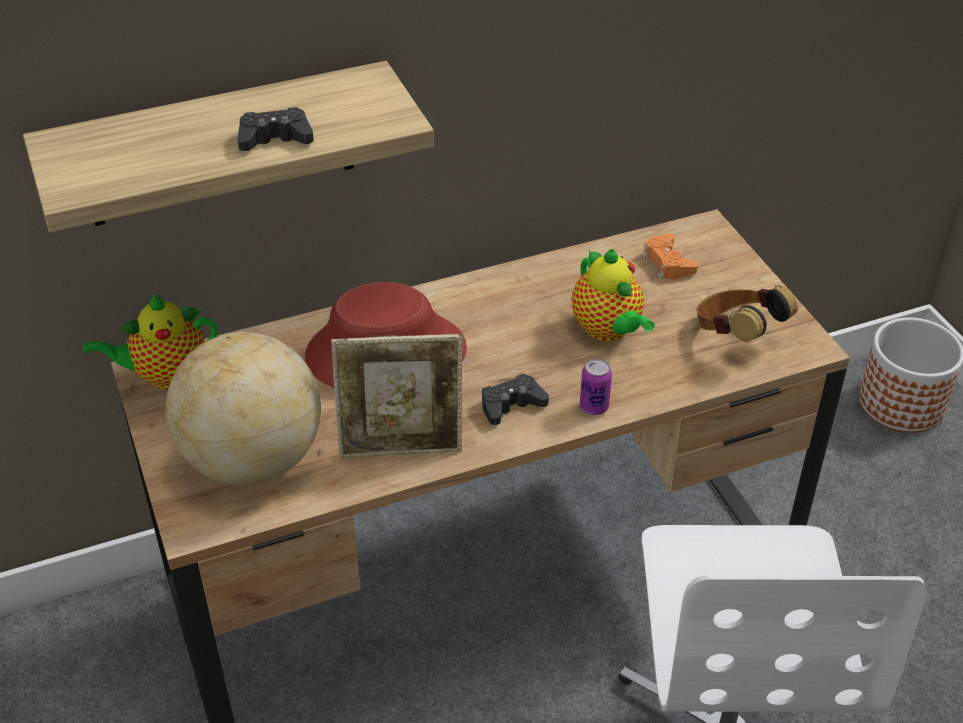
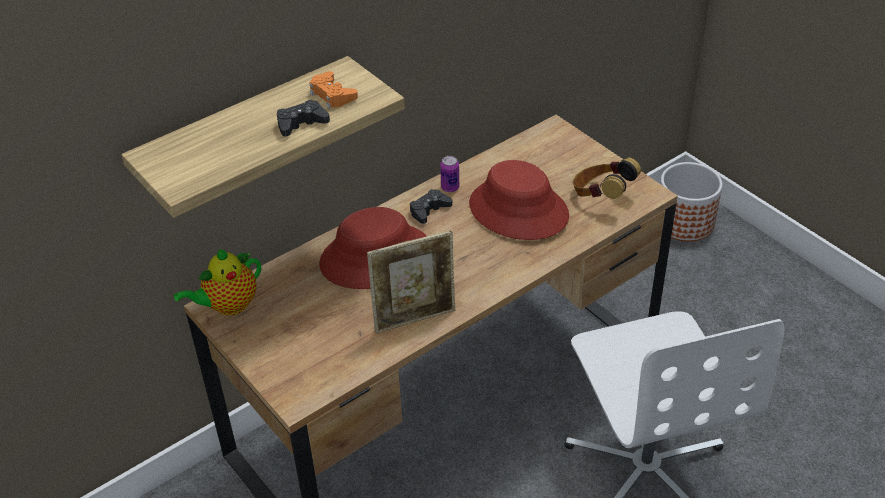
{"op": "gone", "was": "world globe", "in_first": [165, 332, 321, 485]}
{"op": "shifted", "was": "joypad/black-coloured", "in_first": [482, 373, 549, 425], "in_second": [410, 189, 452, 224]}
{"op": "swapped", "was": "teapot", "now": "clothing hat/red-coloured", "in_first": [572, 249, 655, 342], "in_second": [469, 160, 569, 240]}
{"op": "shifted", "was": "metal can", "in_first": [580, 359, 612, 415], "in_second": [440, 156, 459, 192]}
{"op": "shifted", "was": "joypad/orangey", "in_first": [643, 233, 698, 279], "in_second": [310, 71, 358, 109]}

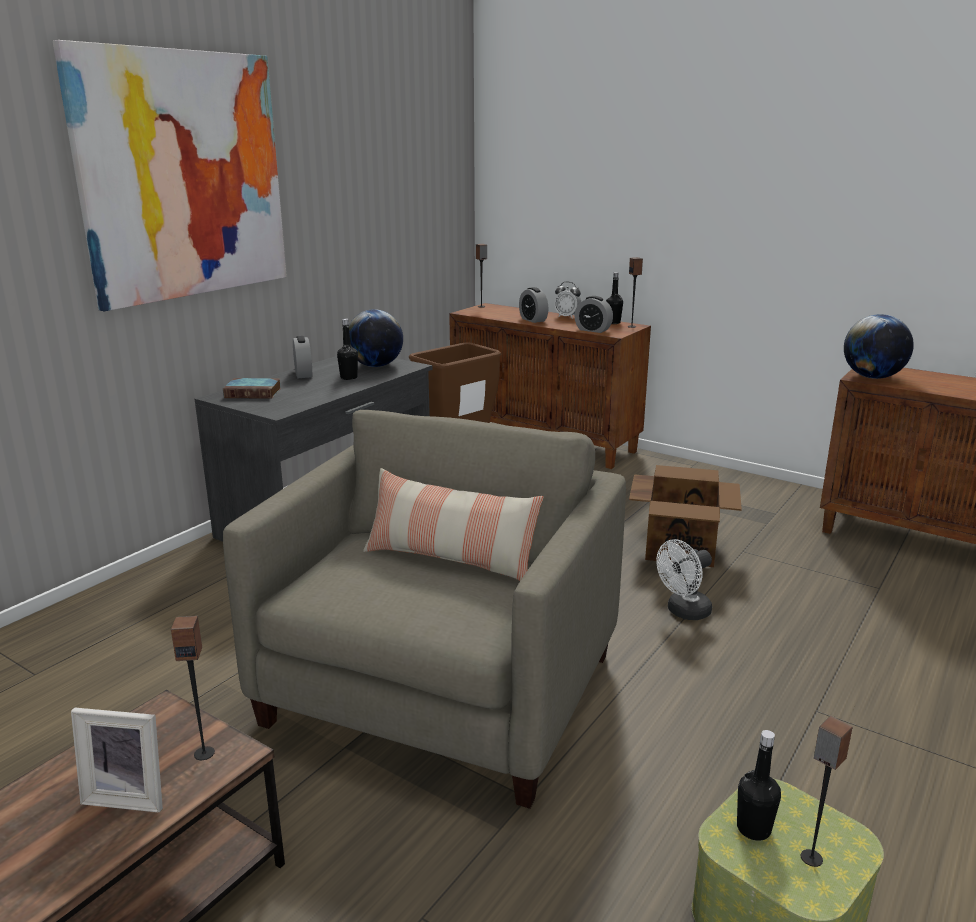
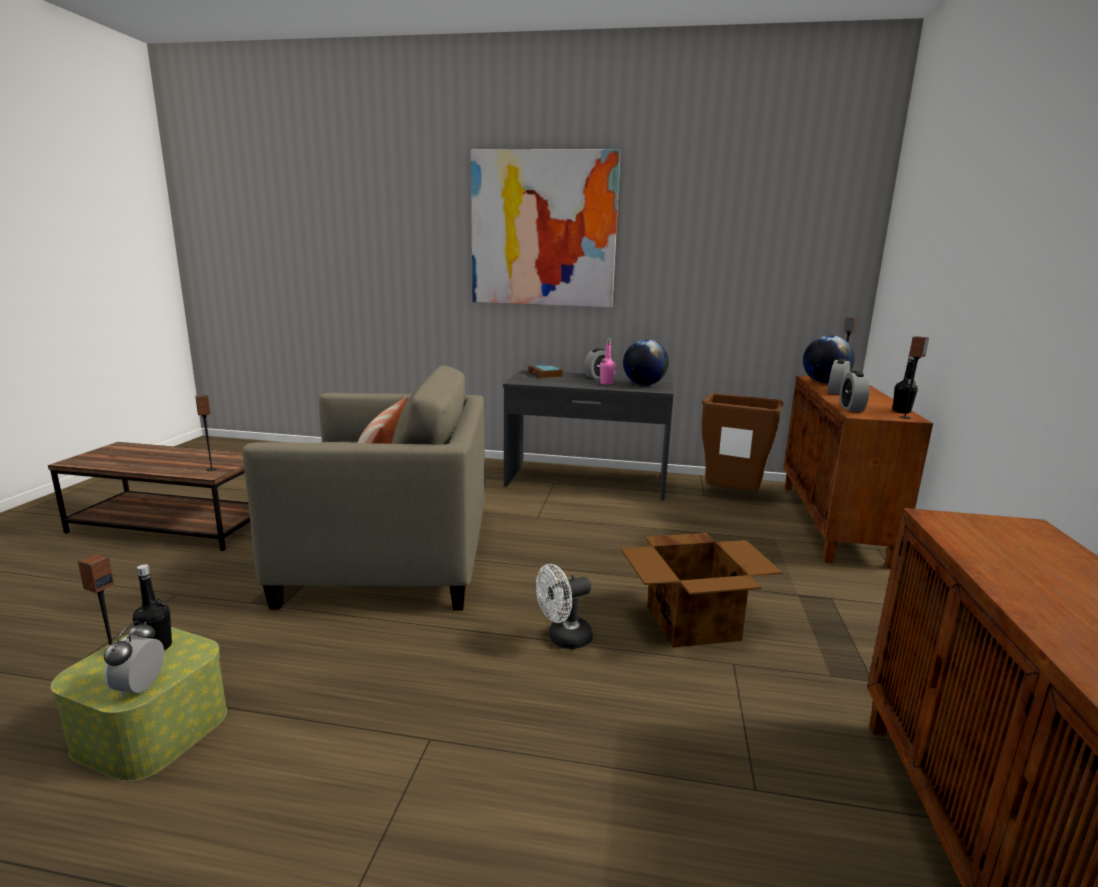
{"op": "gone", "was": "standing frame", "in_first": [71, 707, 163, 813]}
{"op": "repainted", "was": "drink bottle/black-coloured", "now": "drink bottle/pinkish", "in_first": [337, 319, 358, 380], "in_second": [600, 338, 615, 385]}
{"op": "shifted", "was": "bedside clock", "in_first": [554, 281, 581, 319], "in_second": [104, 621, 164, 698]}
{"op": "rotated", "was": "electric fan/whitish", "in_first": [656, 539, 712, 620], "in_second": [536, 564, 593, 649], "clockwise": -60}
{"op": "shifted", "was": "world globe", "in_first": [844, 314, 914, 379], "in_second": [803, 335, 855, 383]}

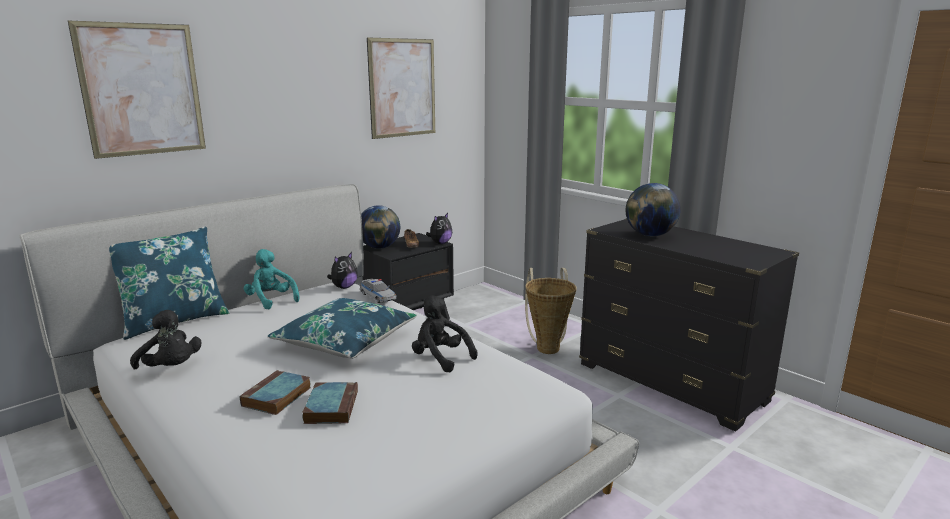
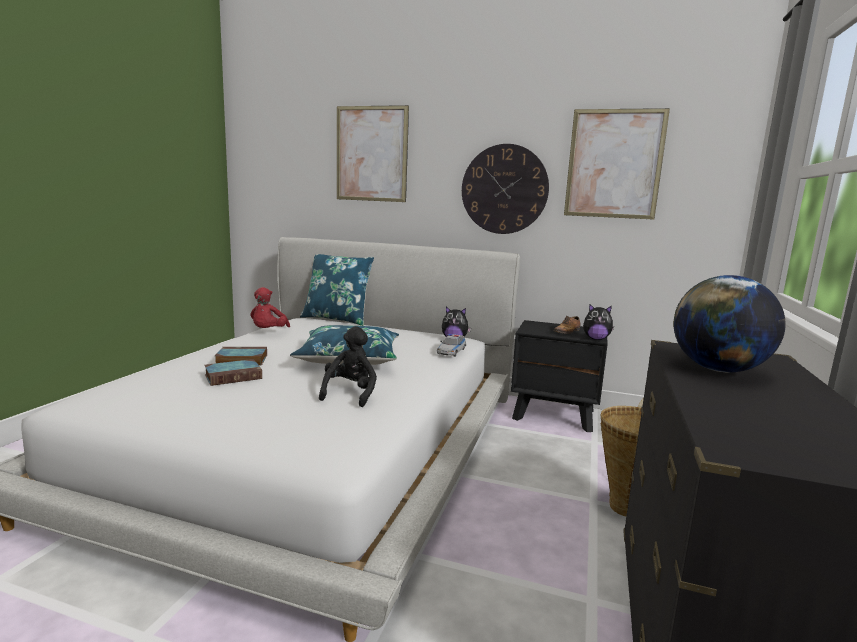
{"op": "repainted", "was": "cuddly toy/black-coloured", "now": "cuddly toy/red-coloured", "in_first": [130, 310, 202, 370], "in_second": [250, 287, 290, 328]}
{"op": "gone", "was": "cuddly toy/turquoise", "in_first": [244, 249, 300, 309]}
{"op": "gone", "was": "world globe", "in_first": [361, 205, 400, 249]}
{"op": "new", "now": "wall clock", "in_second": [462, 144, 549, 234]}

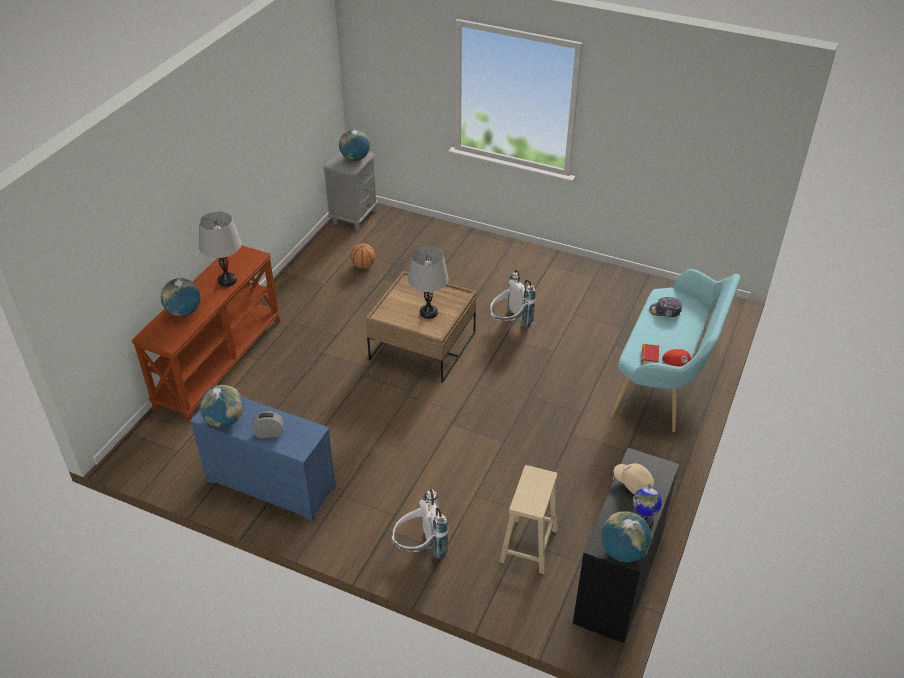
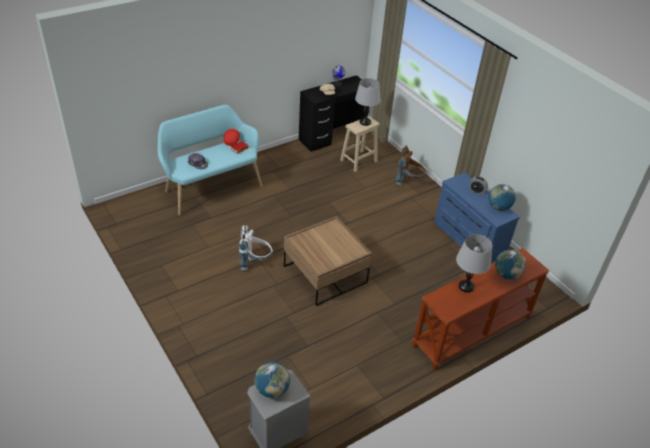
{"op": "gone", "was": "basketball", "in_first": [350, 244, 376, 269]}
{"op": "repainted", "was": "backpack/whitish", "now": "backpack/brown-coloured", "in_first": [391, 489, 448, 559], "in_second": [395, 145, 426, 185]}
{"op": "shifted", "was": "tabletop lamp/gray", "in_first": [408, 246, 449, 319], "in_second": [355, 78, 381, 126]}
{"op": "gone", "was": "world globe", "in_first": [601, 511, 652, 562]}

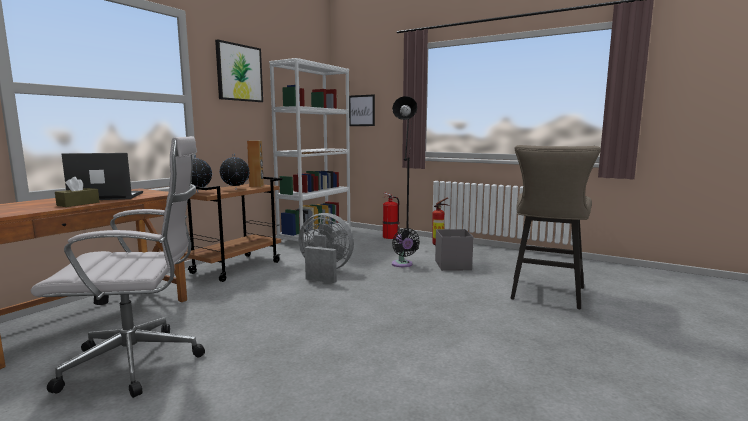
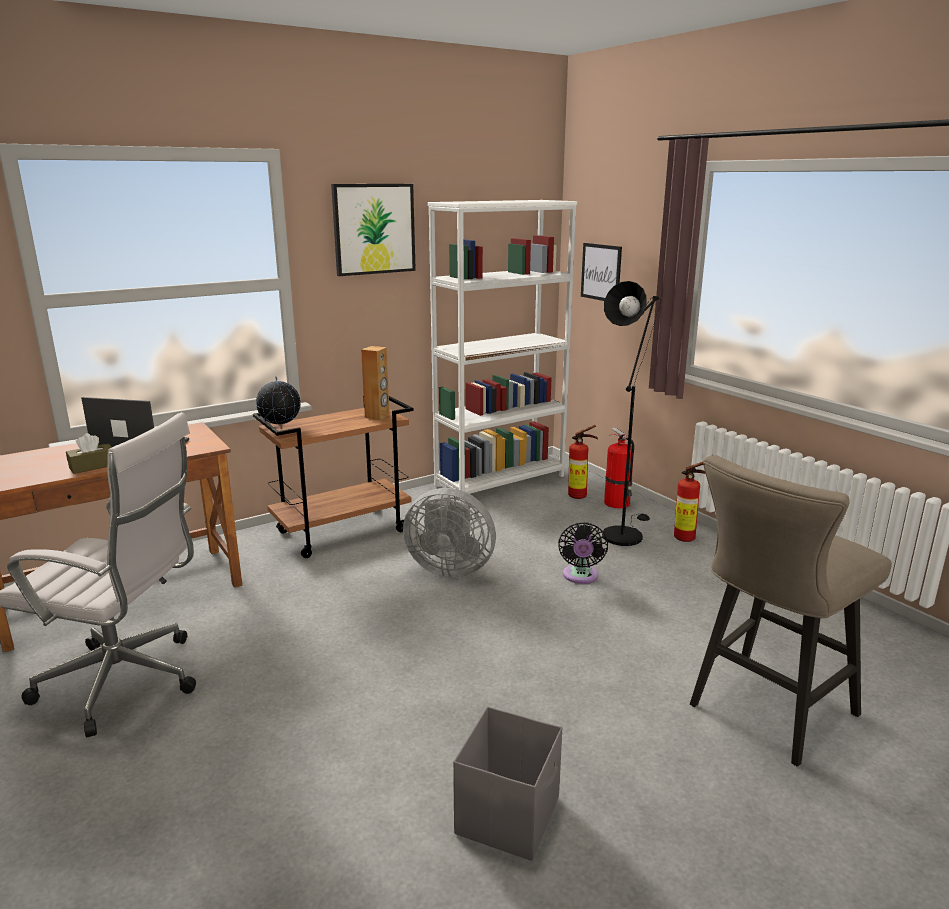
{"op": "gone", "was": "world globe", "in_first": [220, 154, 250, 189]}
{"op": "rotated", "was": "electric fan/gray", "in_first": [298, 213, 354, 283], "in_second": [403, 488, 496, 578], "clockwise": 150}
{"op": "shifted", "was": "storage container/gray", "in_first": [435, 229, 473, 271], "in_second": [453, 707, 562, 861]}
{"op": "new", "now": "fire-fighting cylinder", "in_second": [568, 425, 598, 499]}

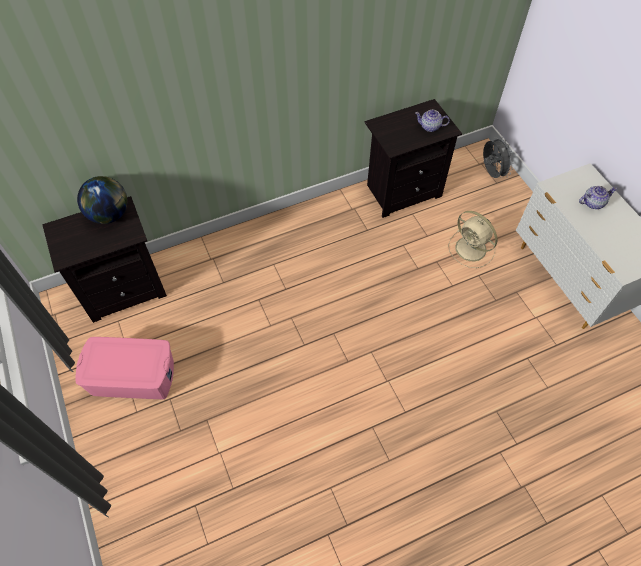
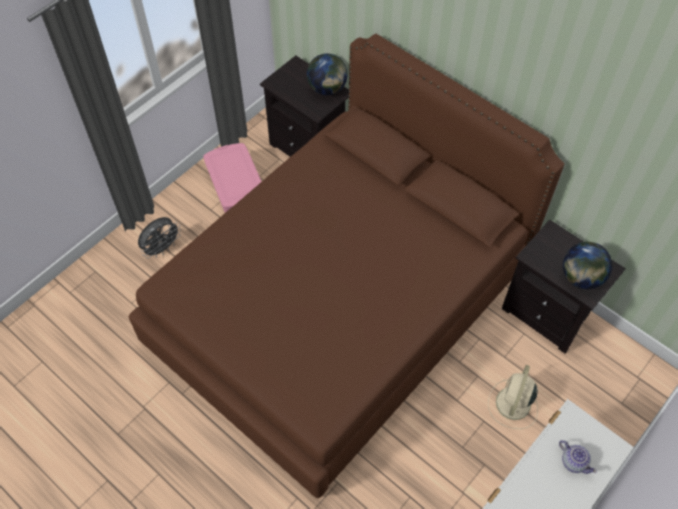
{"op": "swapped", "was": "teapot", "now": "world globe", "in_first": [415, 110, 450, 132], "in_second": [563, 242, 613, 289]}
{"op": "shifted", "was": "electric fan/gray", "in_first": [483, 137, 513, 178], "in_second": [138, 217, 181, 258]}
{"op": "new", "now": "bedroom bed/brown-coloured", "in_second": [129, 34, 564, 498]}

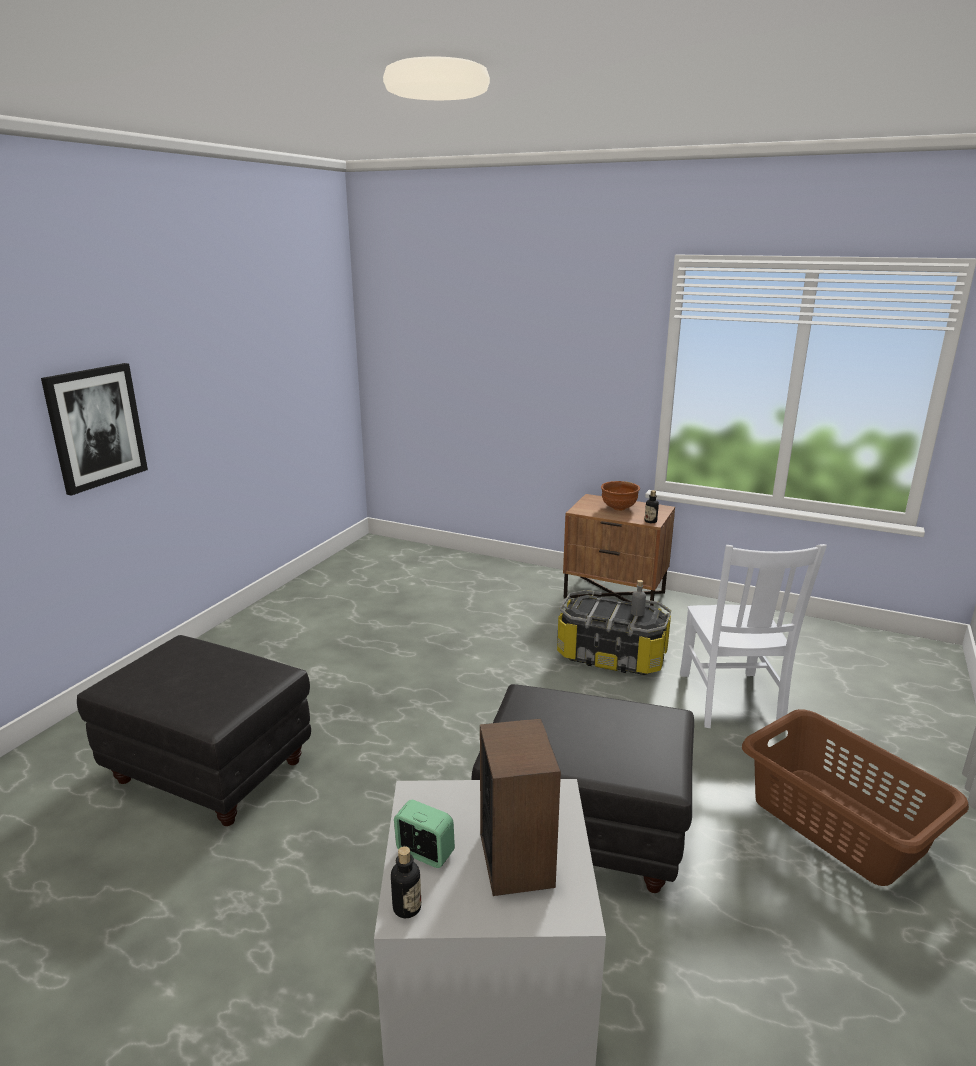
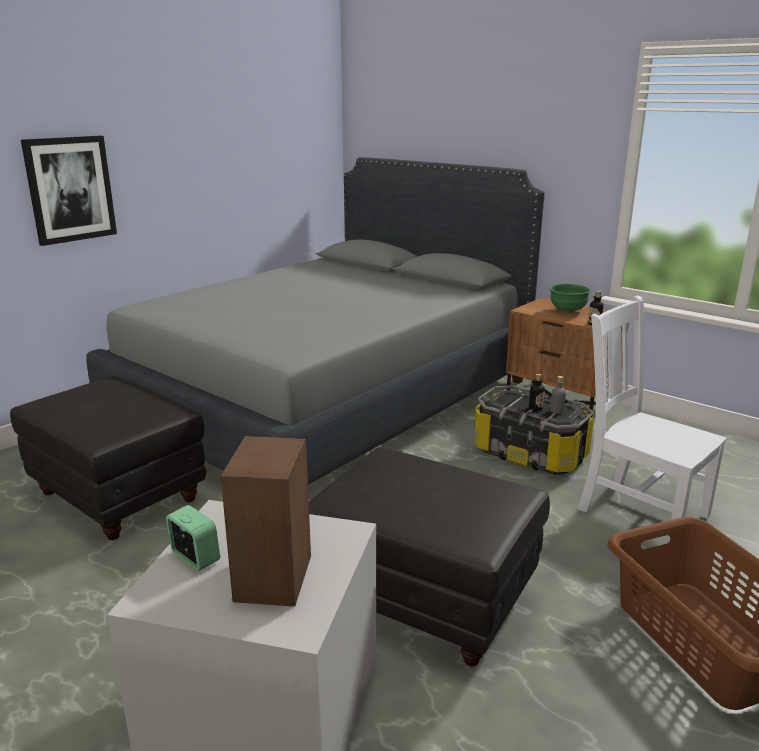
{"op": "shifted", "was": "drink bottle", "in_first": [391, 846, 421, 918], "in_second": [529, 374, 545, 411]}
{"op": "repainted", "was": "bowl/brown-coloured", "now": "bowl/greenish", "in_first": [601, 481, 640, 511], "in_second": [550, 284, 591, 313]}
{"op": "rotated", "was": "chair/whitish", "in_first": [680, 544, 827, 728], "in_second": [577, 295, 727, 541], "clockwise": 120}
{"op": "new", "now": "bedroom bed/gray", "in_second": [86, 157, 545, 485]}

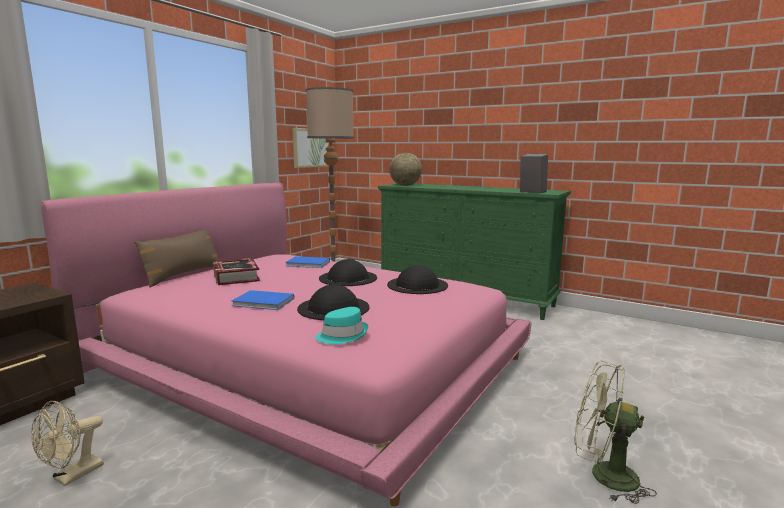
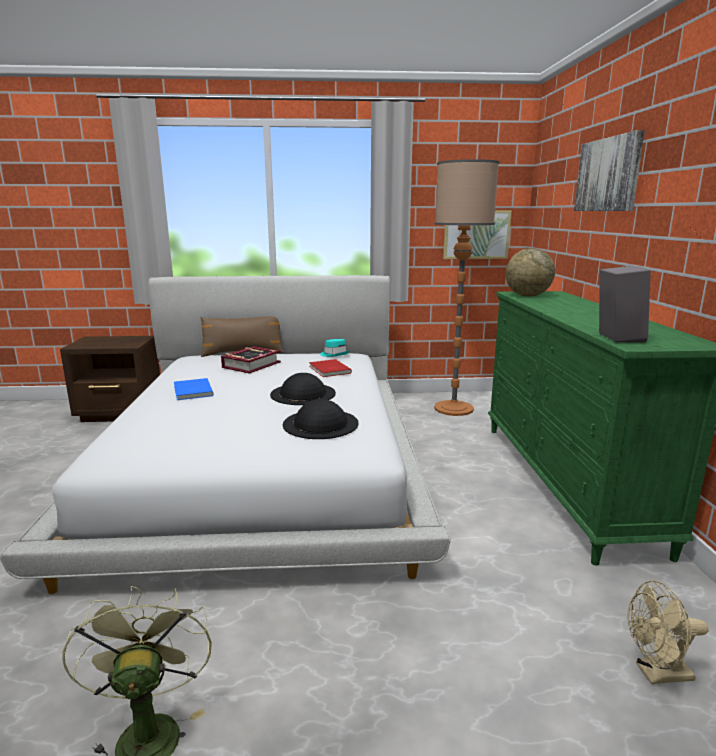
{"op": "shifted", "was": "electric fan/beige", "in_first": [31, 401, 104, 486], "in_second": [627, 580, 709, 684]}
{"op": "repainted", "was": "bedroom bed/pinkish", "now": "bedroom bed/whitish", "in_first": [41, 183, 531, 506], "in_second": [0, 275, 451, 594]}
{"op": "repainted", "was": "volume/blue", "now": "volume/red-coloured", "in_first": [285, 256, 330, 268], "in_second": [309, 359, 352, 377]}
{"op": "gone", "was": "clothing hat/black-coloured", "in_first": [297, 284, 369, 320]}
{"op": "shifted", "was": "clothing hat/turquoise", "in_first": [315, 307, 368, 344], "in_second": [320, 339, 350, 357]}
{"op": "new", "now": "wall picture", "in_second": [574, 130, 645, 211]}

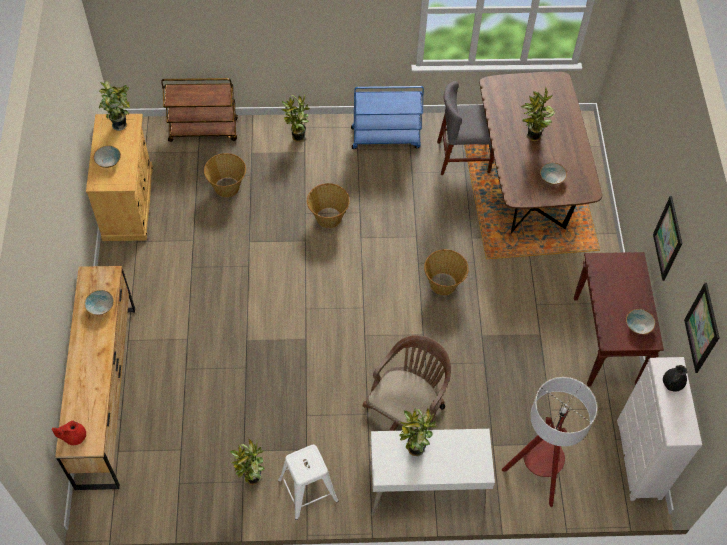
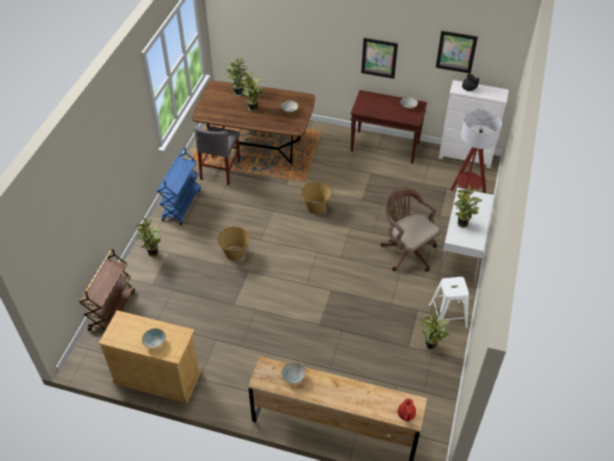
{"op": "shifted", "was": "plant in a pot", "in_first": [99, 80, 130, 131], "in_second": [225, 58, 247, 96]}
{"op": "gone", "was": "household basket", "in_first": [204, 153, 246, 197]}

